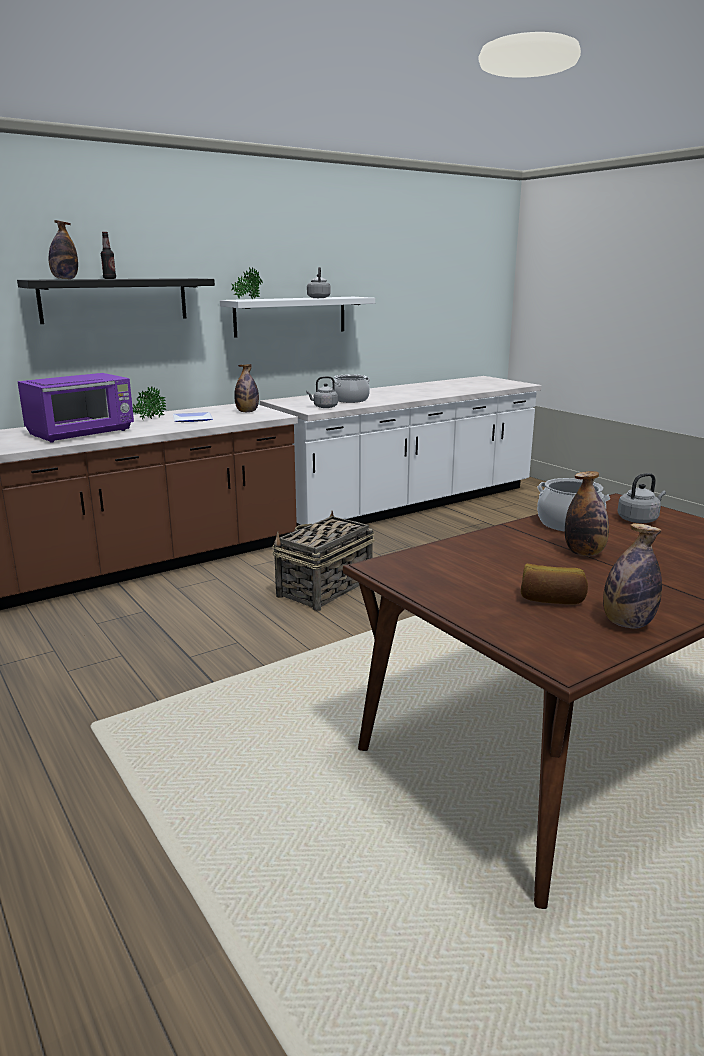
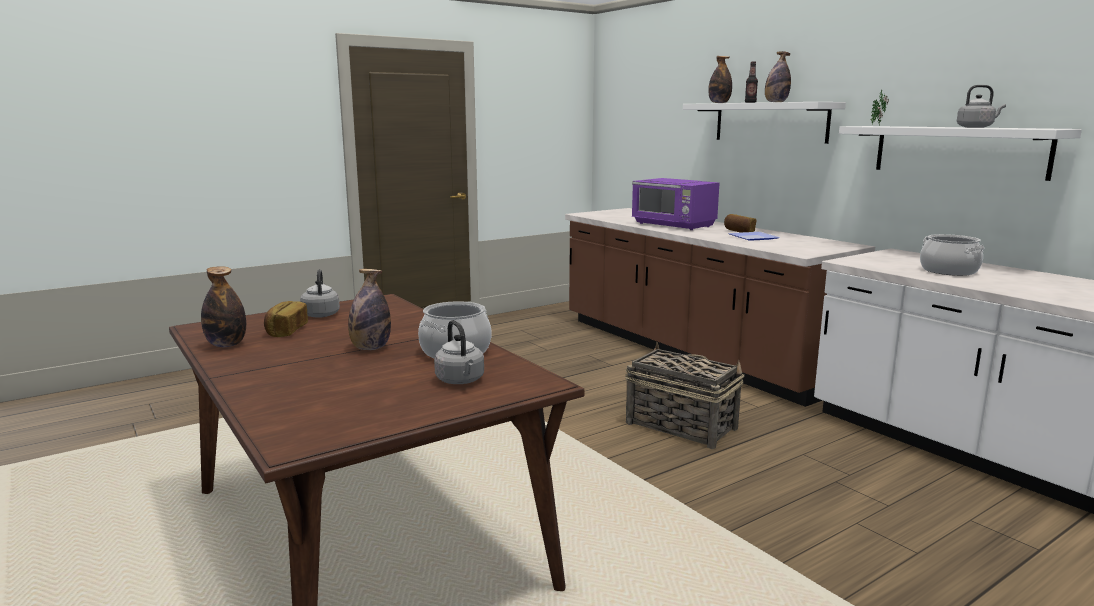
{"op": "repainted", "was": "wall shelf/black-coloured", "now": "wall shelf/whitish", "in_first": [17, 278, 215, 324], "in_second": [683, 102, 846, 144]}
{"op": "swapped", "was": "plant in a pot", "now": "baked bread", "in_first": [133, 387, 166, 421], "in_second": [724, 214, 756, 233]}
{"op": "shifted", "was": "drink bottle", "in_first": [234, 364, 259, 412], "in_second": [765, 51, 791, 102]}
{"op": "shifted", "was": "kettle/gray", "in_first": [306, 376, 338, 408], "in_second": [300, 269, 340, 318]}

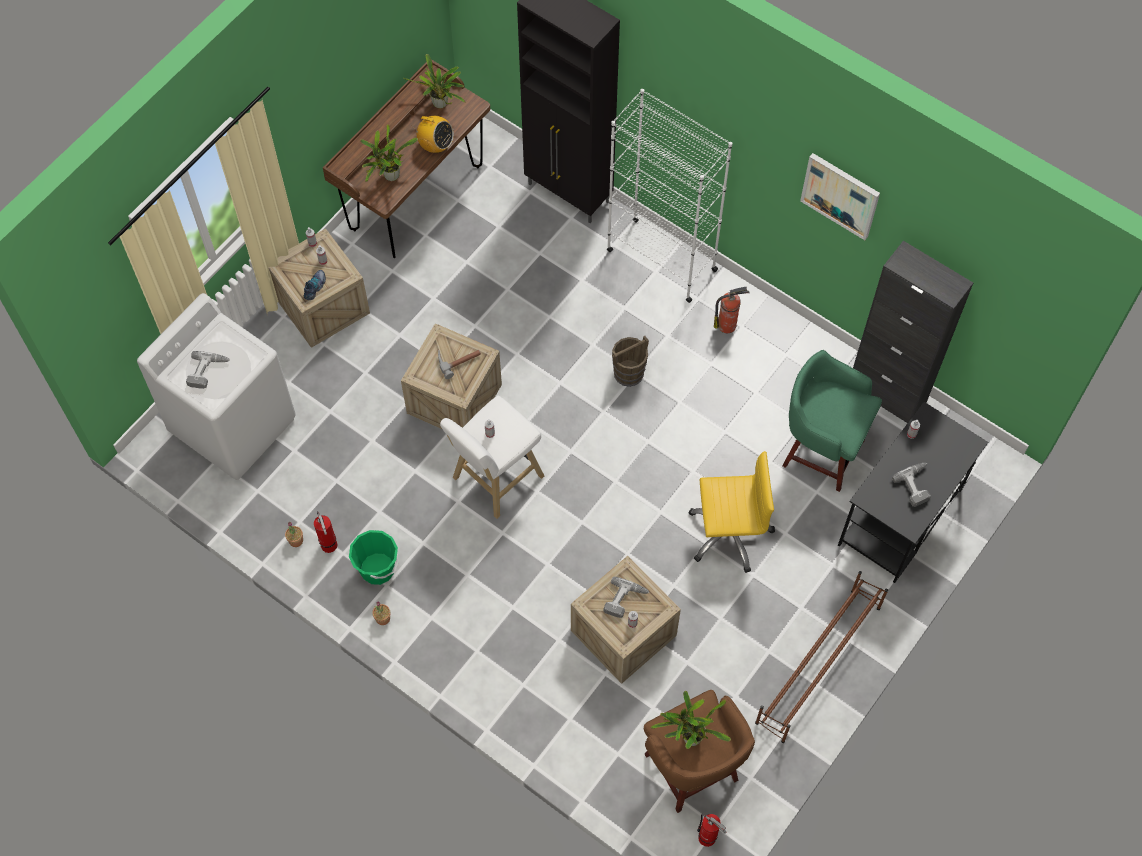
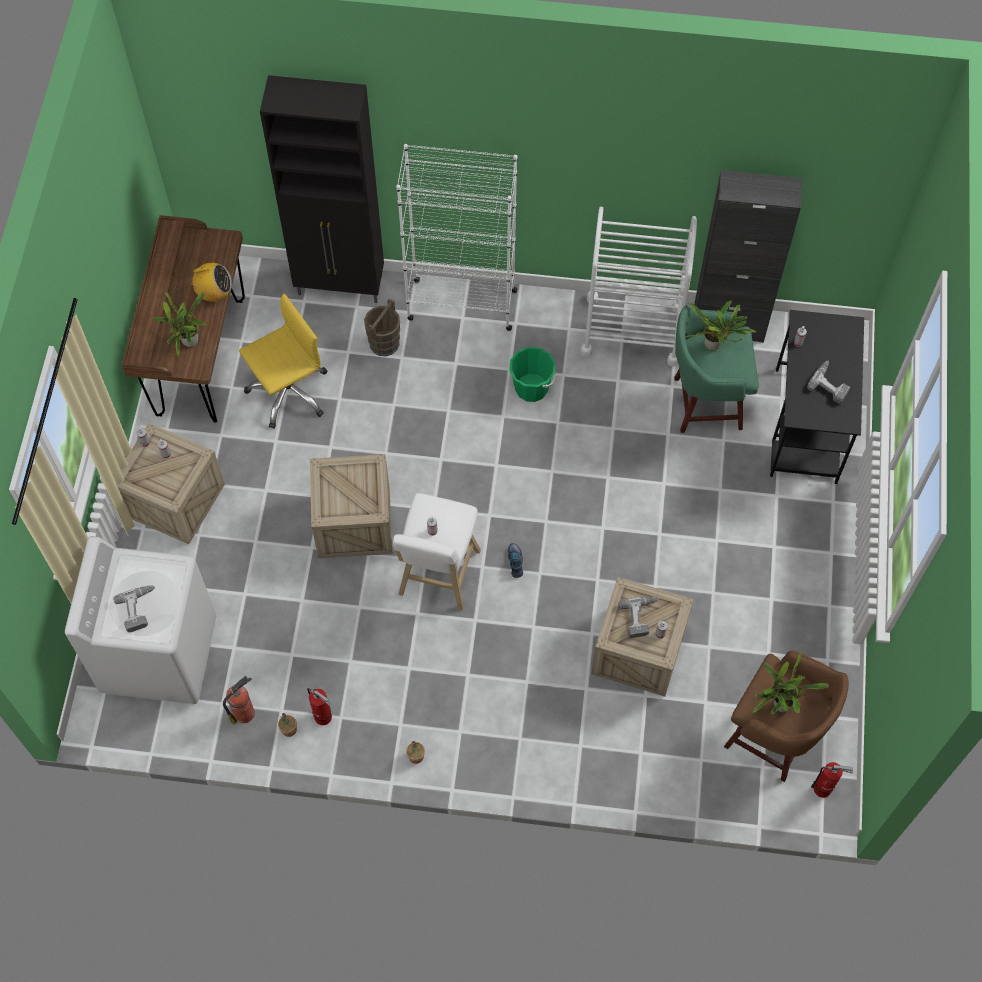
{"op": "shifted", "was": "low shoe", "in_first": [304, 270, 326, 300], "in_second": [508, 543, 523, 578]}
{"op": "shifted", "was": "water bucket/greenish", "in_first": [349, 530, 399, 585], "in_second": [509, 347, 556, 402]}
{"op": "shifted", "was": "plant in a pot", "in_first": [404, 54, 465, 108], "in_second": [685, 301, 756, 350]}
{"op": "gone", "was": "hand hammer", "in_first": [438, 350, 481, 379]}
{"op": "shifted", "was": "water bucket/brown-coloured", "in_first": [612, 336, 649, 387], "in_second": [364, 298, 400, 356]}
{"op": "shifted", "was": "computer chair/yellow-coloured", "in_first": [689, 451, 775, 573], "in_second": [239, 294, 327, 429]}
{"op": "shifted", "was": "fire-fighting cylinder", "in_first": [714, 287, 750, 333], "in_second": [223, 676, 255, 724]}
{"op": "gone", "was": "shoe rack/brown-coloured", "in_first": [755, 571, 888, 743]}
{"op": "gone", "was": "wall picture", "in_first": [800, 153, 880, 240]}
{"op": "new", "now": "cart/whitish", "in_second": [580, 207, 697, 367]}

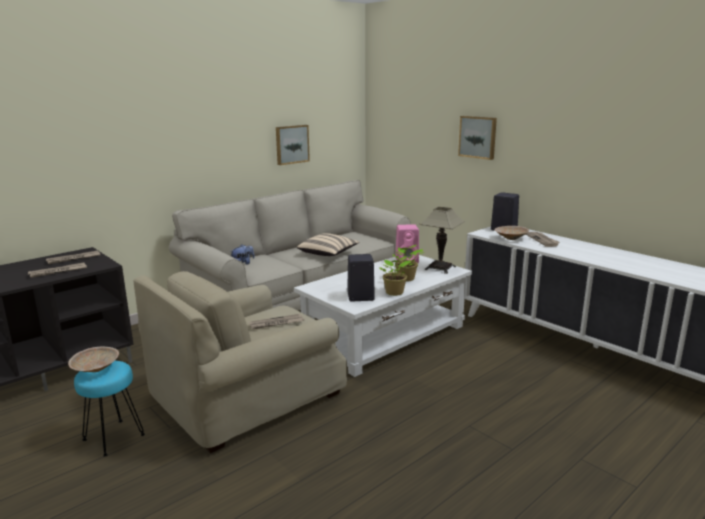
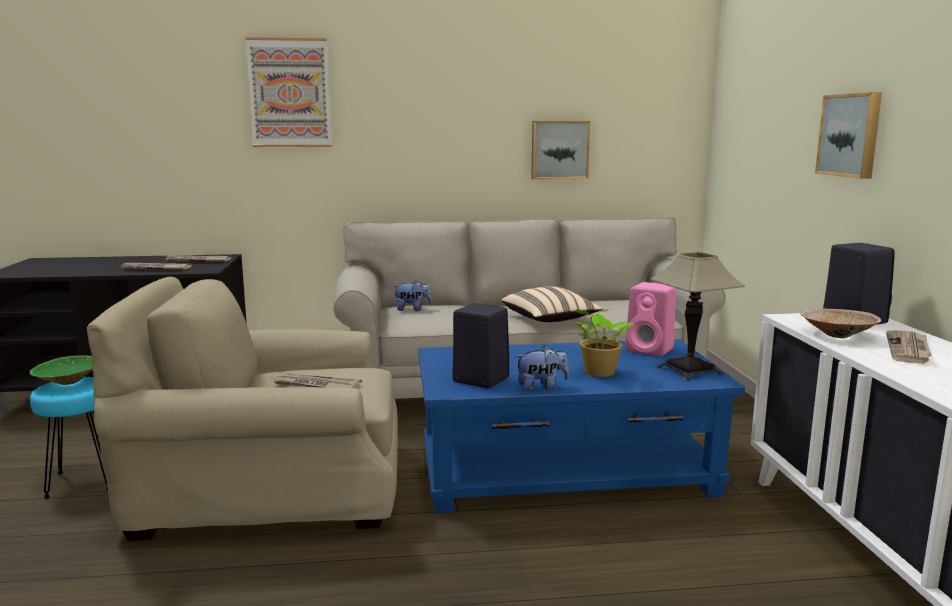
{"op": "repainted", "was": "bowl/beige", "now": "bowl/greenish", "in_first": [68, 347, 119, 372], "in_second": [30, 355, 93, 385]}
{"op": "repainted", "was": "coffee table/whitish", "now": "coffee table/blue", "in_first": [294, 255, 472, 377], "in_second": [418, 339, 745, 513]}
{"op": "swapped", "was": "plant in a pot", "now": "cuddly toy", "in_first": [379, 256, 413, 296], "in_second": [515, 346, 569, 391]}
{"op": "new", "now": "wall picture", "in_second": [245, 37, 332, 147]}

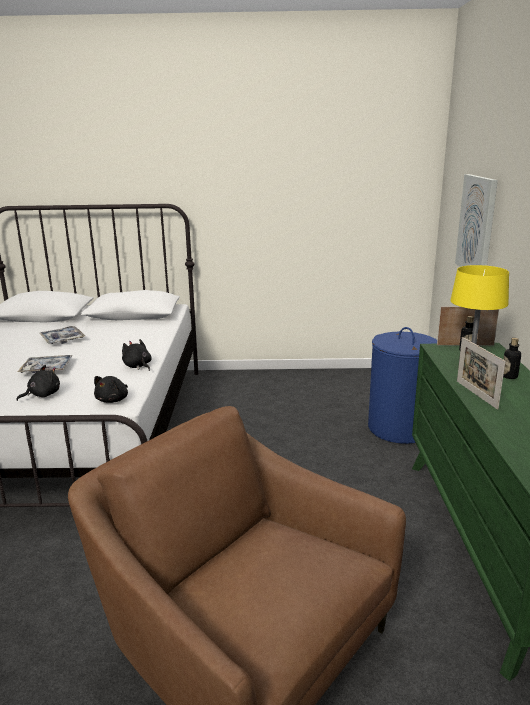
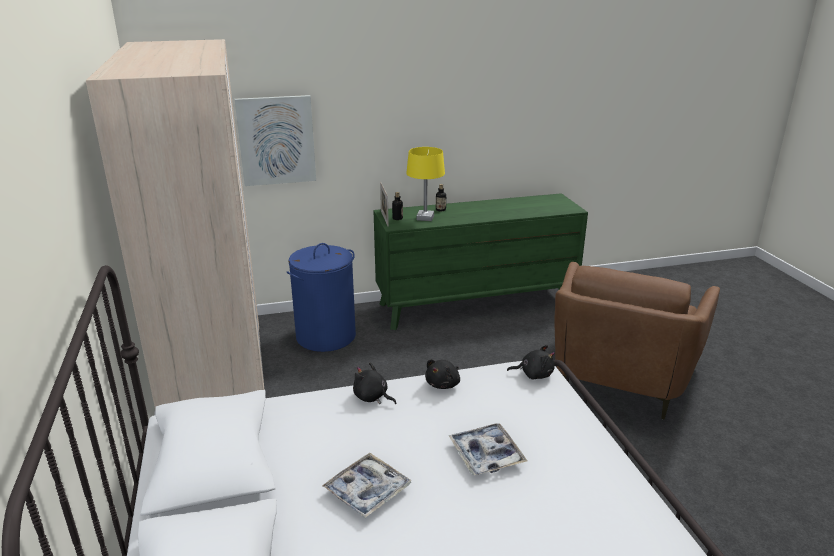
{"op": "shifted", "was": "cuddly toy/black-coloured", "in_first": [16, 365, 60, 401], "in_second": [353, 363, 396, 404]}
{"op": "gone", "was": "standing frame", "in_first": [457, 337, 505, 410]}
{"op": "new", "now": "clothes cupboard/beige", "in_second": [86, 39, 264, 411]}

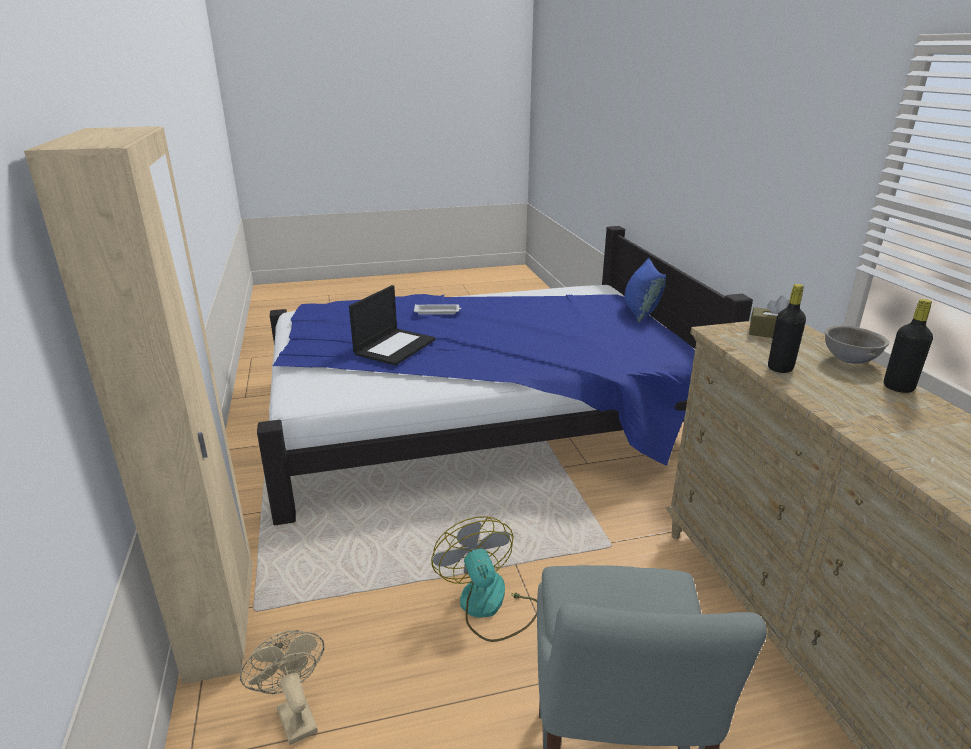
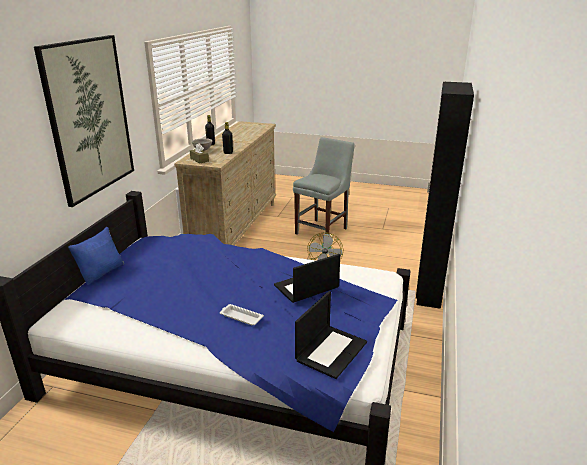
{"op": "repainted", "was": "clothes cupboard/beige", "now": "clothes cupboard/black-coloured", "in_first": [24, 126, 253, 684], "in_second": [416, 82, 474, 309]}
{"op": "gone", "was": "electric fan/beige", "in_first": [240, 630, 324, 745]}
{"op": "new", "now": "wall picture", "in_second": [34, 35, 134, 207]}
{"op": "new", "now": "portable computer", "in_second": [295, 291, 367, 379]}

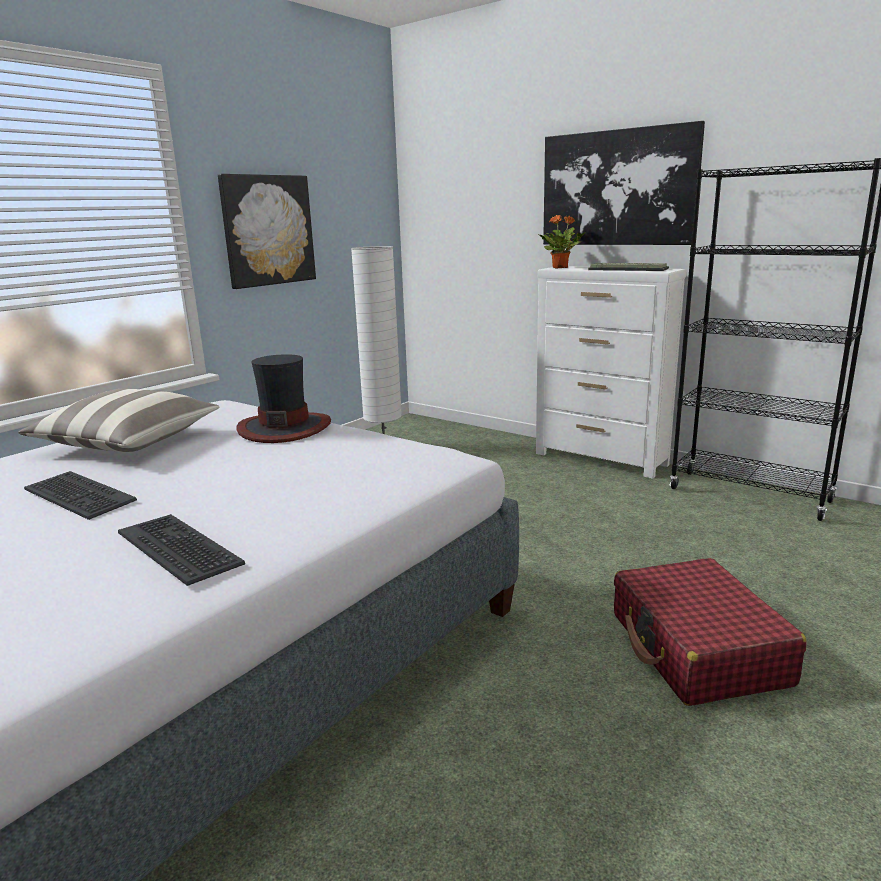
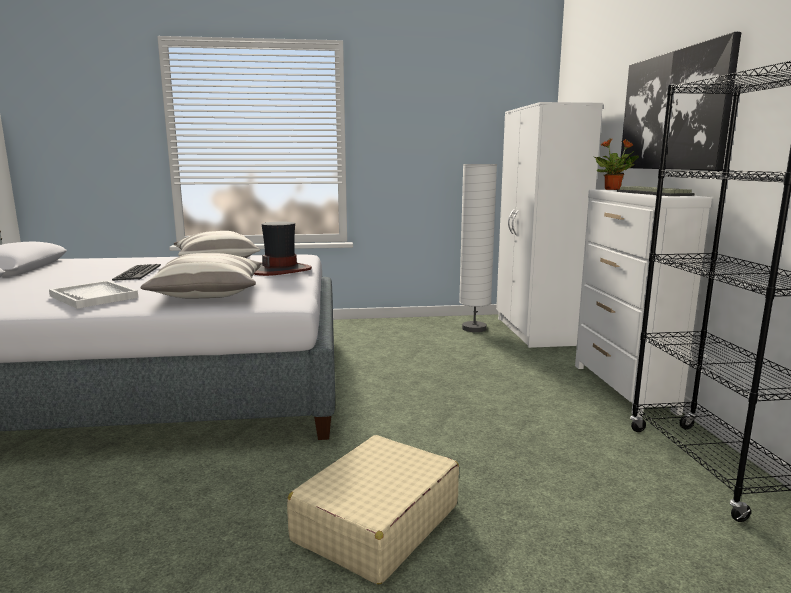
{"op": "swapped", "was": "computer keyboard", "now": "carrying tray/whitish", "in_first": [118, 514, 245, 586], "in_second": [49, 281, 138, 309]}
{"op": "gone", "was": "wall picture", "in_first": [218, 174, 316, 289]}
{"op": "repainted", "was": "piece of luggage/red-coloured", "now": "piece of luggage/beige", "in_first": [614, 558, 807, 706], "in_second": [287, 435, 459, 585]}
{"op": "new", "now": "throw pillow", "in_second": [140, 253, 262, 299]}
{"op": "new", "now": "clothes cupboard/whitish", "in_second": [496, 102, 603, 348]}

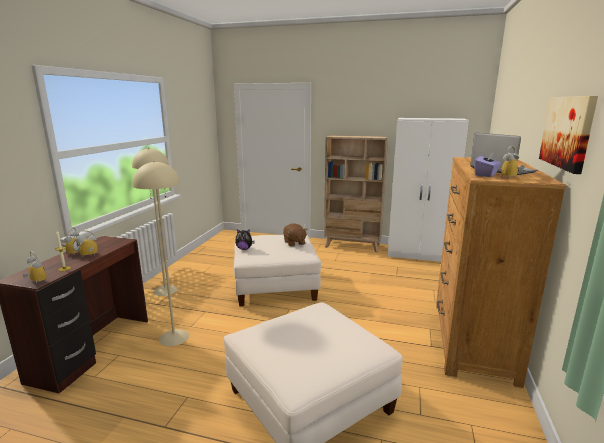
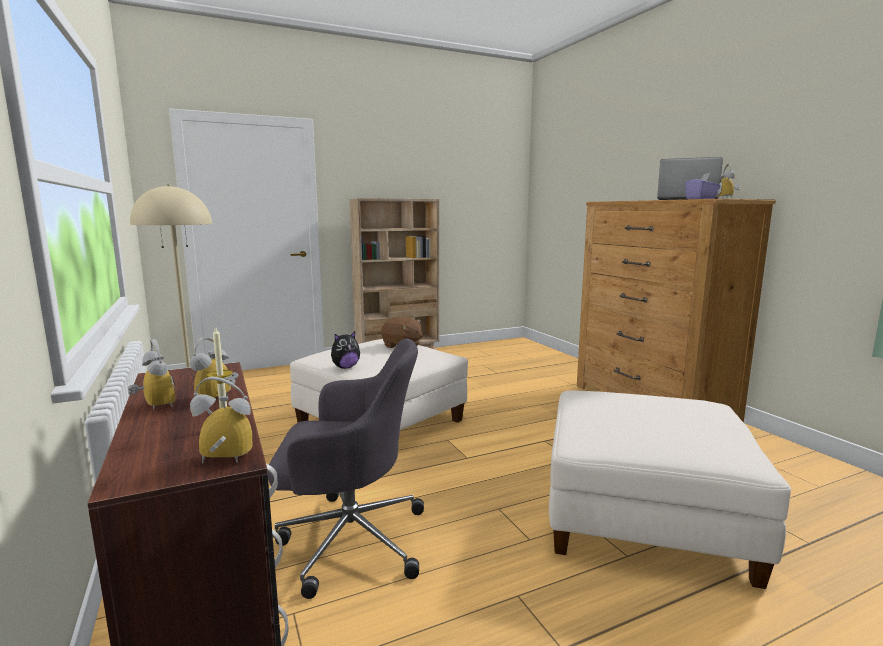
{"op": "swapped", "was": "standard lamp/beige", "now": "computer chair/gray", "in_first": [133, 161, 189, 346], "in_second": [267, 338, 424, 599]}
{"op": "gone", "was": "clothes cupboard/whitish", "in_first": [388, 118, 469, 262]}
{"op": "gone", "was": "wall picture", "in_first": [539, 96, 598, 174]}

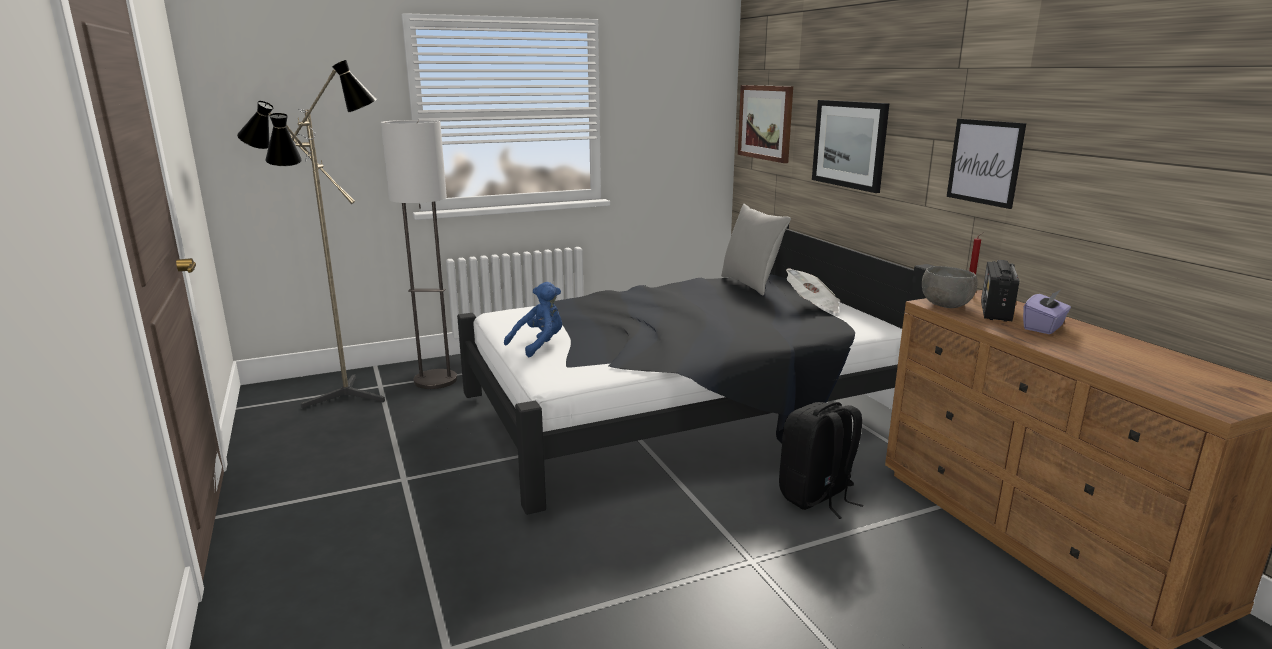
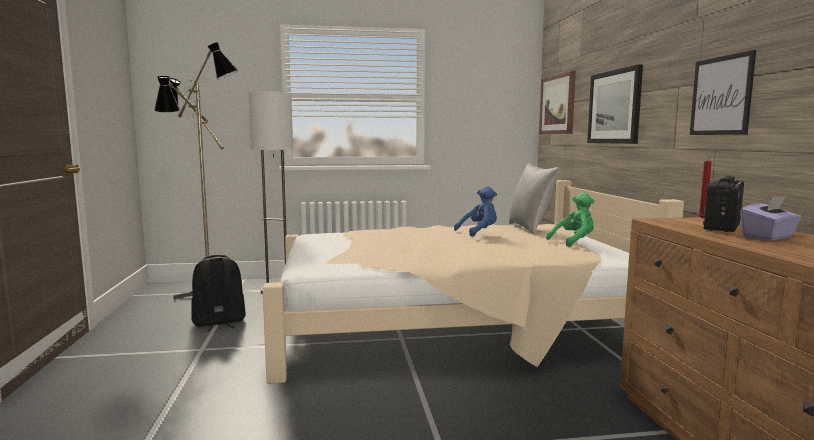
{"op": "repainted", "was": "bedroom bed/black-coloured", "now": "bedroom bed/beige", "in_first": [457, 225, 933, 515], "in_second": [262, 180, 684, 384]}
{"op": "shifted", "was": "cuddly toy/blue", "in_first": [504, 282, 562, 357], "in_second": [454, 186, 497, 237]}
{"op": "shifted", "was": "backpack/black-coloured", "in_first": [779, 401, 863, 519], "in_second": [191, 255, 246, 332]}
{"op": "swapped", "was": "daily paper", "now": "cuddly toy/greenish", "in_first": [786, 268, 840, 313], "in_second": [546, 193, 595, 247]}
{"op": "gone", "was": "bowl/gray", "in_first": [922, 266, 978, 308]}

